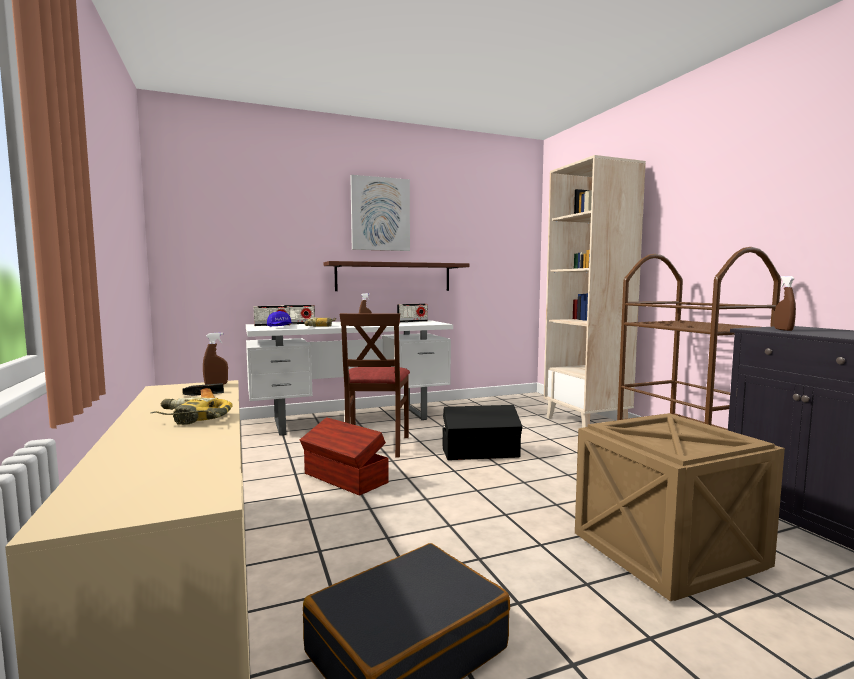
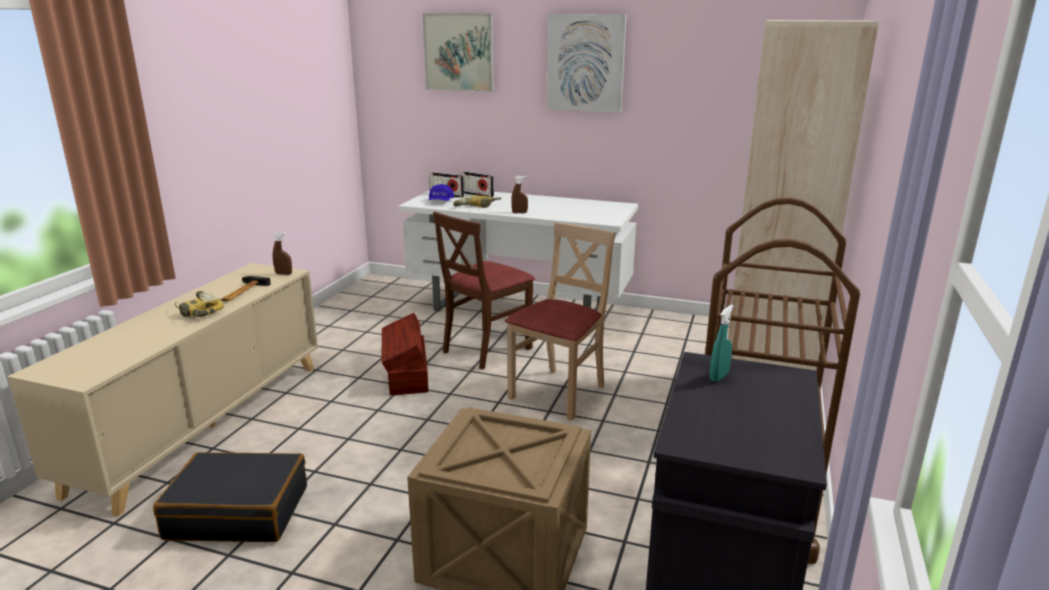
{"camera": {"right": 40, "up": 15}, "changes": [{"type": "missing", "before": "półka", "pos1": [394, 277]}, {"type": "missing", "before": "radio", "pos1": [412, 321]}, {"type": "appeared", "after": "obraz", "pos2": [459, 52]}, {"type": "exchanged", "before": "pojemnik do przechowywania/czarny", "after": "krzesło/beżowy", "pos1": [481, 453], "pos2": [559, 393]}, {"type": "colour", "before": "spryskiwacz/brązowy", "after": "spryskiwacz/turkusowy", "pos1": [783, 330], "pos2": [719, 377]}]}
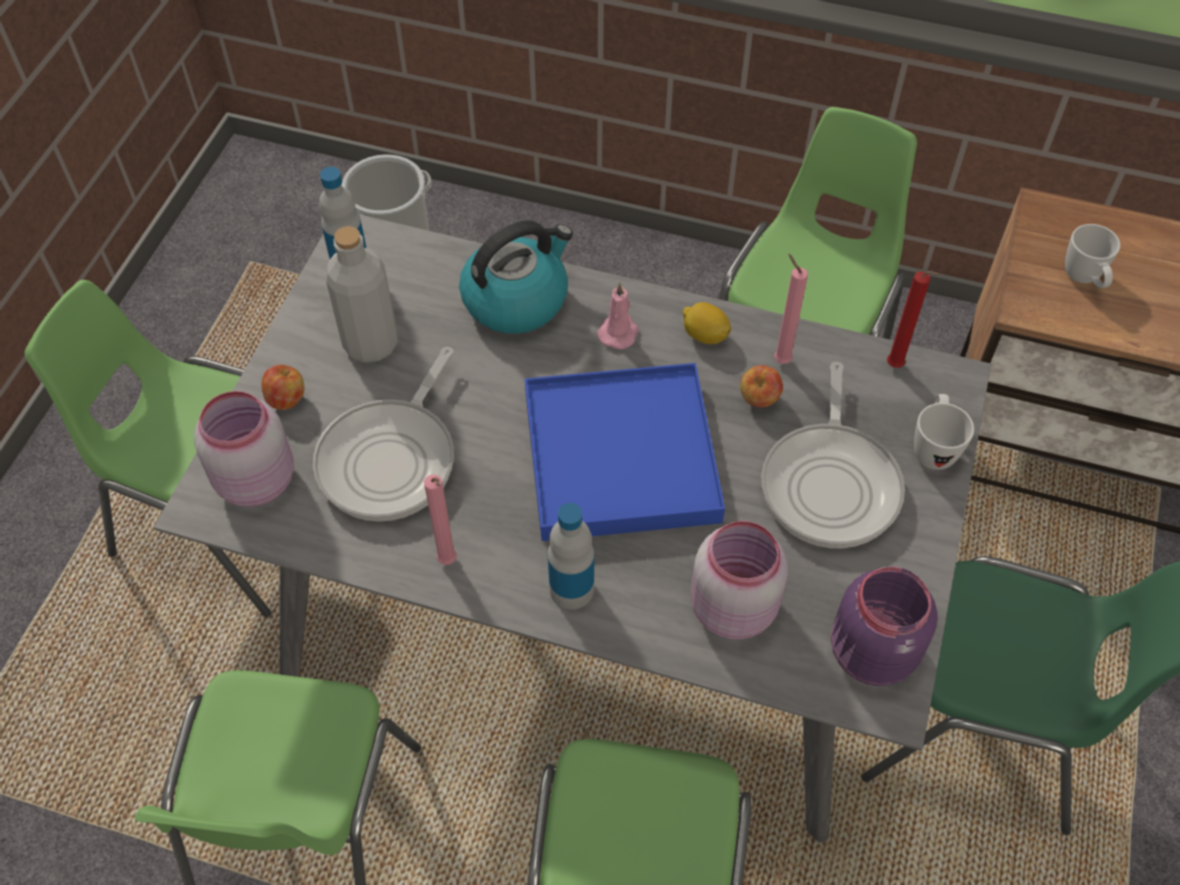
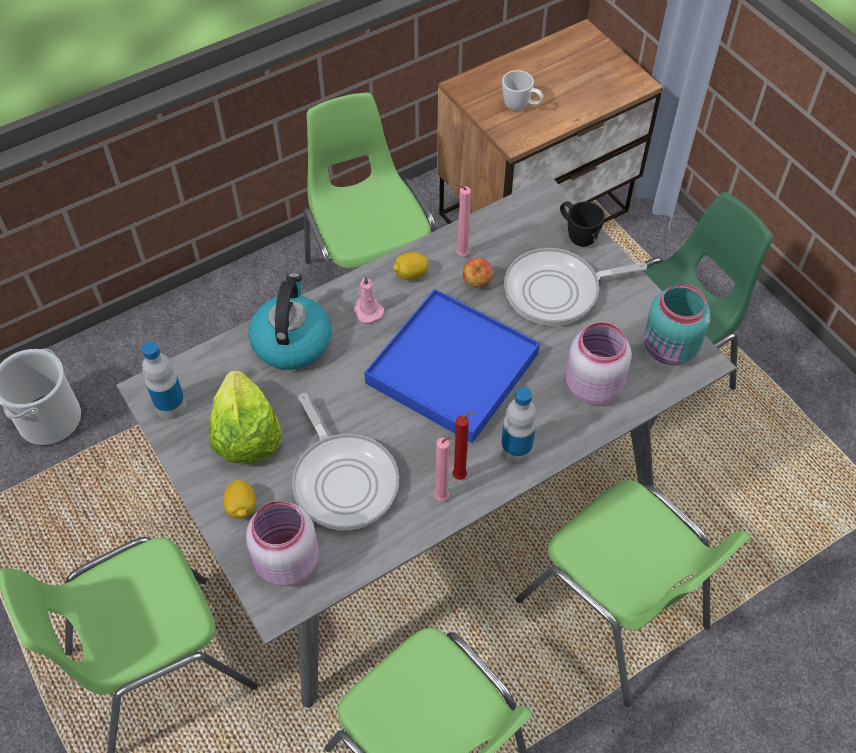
{"camera": {"right": -50, "up": 0}, "changes": [{"type": "relocated", "before": "świeca/czerwony", "pos1": [897, 367], "pos2": [462, 476]}, {"type": "exchanged", "before": "jabłko", "after": "cytryna", "pos1": [287, 399], "pos2": [241, 507]}, {"type": "exchanged", "before": "butelka/szary", "after": "sałata", "pos1": [371, 343], "pos2": [245, 435]}, {"type": "colour", "before": "słoik/fioletowy", "after": "słoik/turkusowy", "pos1": [870, 654], "pos2": [669, 349]}, {"type": "colour", "before": "kubek/biały", "after": "kubek/czarny", "pos1": [933, 447], "pos2": [577, 235]}, {"type": "spun", "before": "patelnia", "pos1": [831, 483], "pos2": [557, 291], "turn": 120}]}
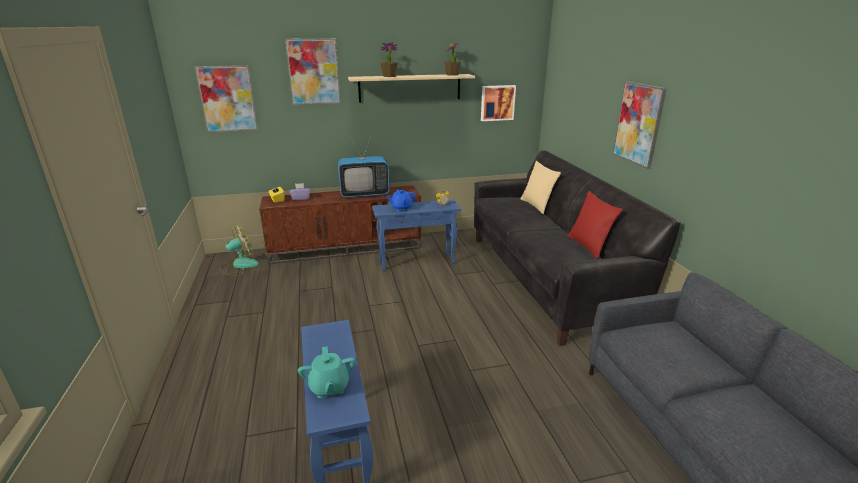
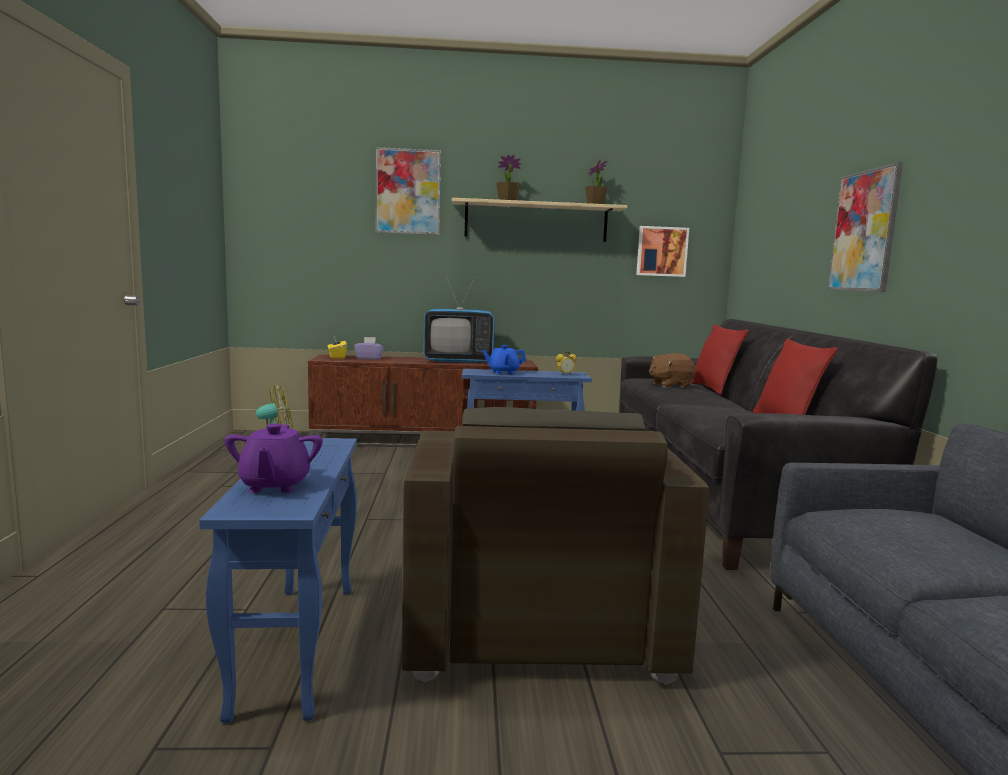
{"camera": {"right": 10, "up": -15}, "changes": [{"type": "missing", "before": "obraz", "pos1": [227, 99]}, {"type": "appeared", "after": "fotel/brązowy", "pos2": [534, 617]}, {"type": "appeared", "after": "pluszak/brązowy", "pos2": [670, 385]}, {"type": "colour", "before": "imbryk/turkusowy", "after": "imbryk/fioletowy", "pos1": [329, 387], "pos2": [274, 485]}, {"type": "colour", "before": "poduszka/beżowy", "after": "poduszka/czerwony", "pos1": [536, 206], "pos2": [713, 388]}]}
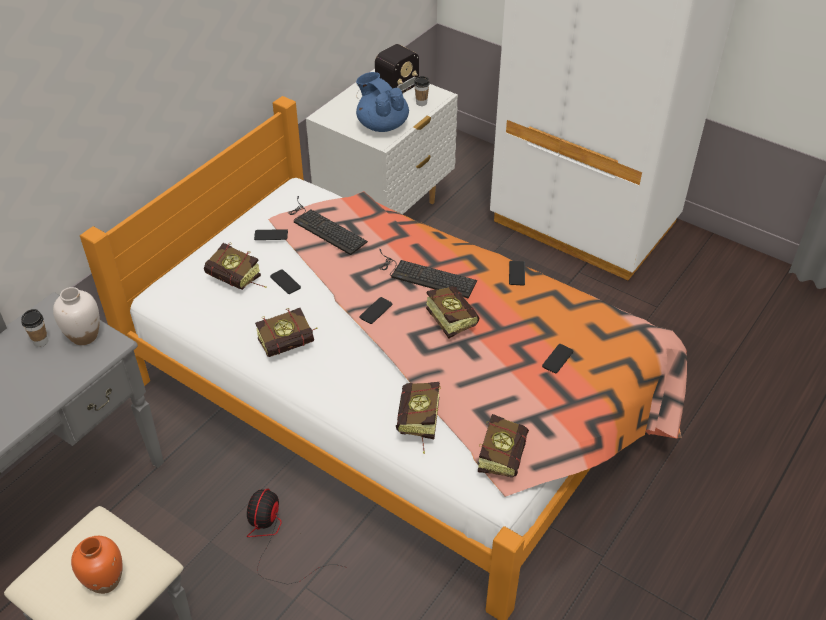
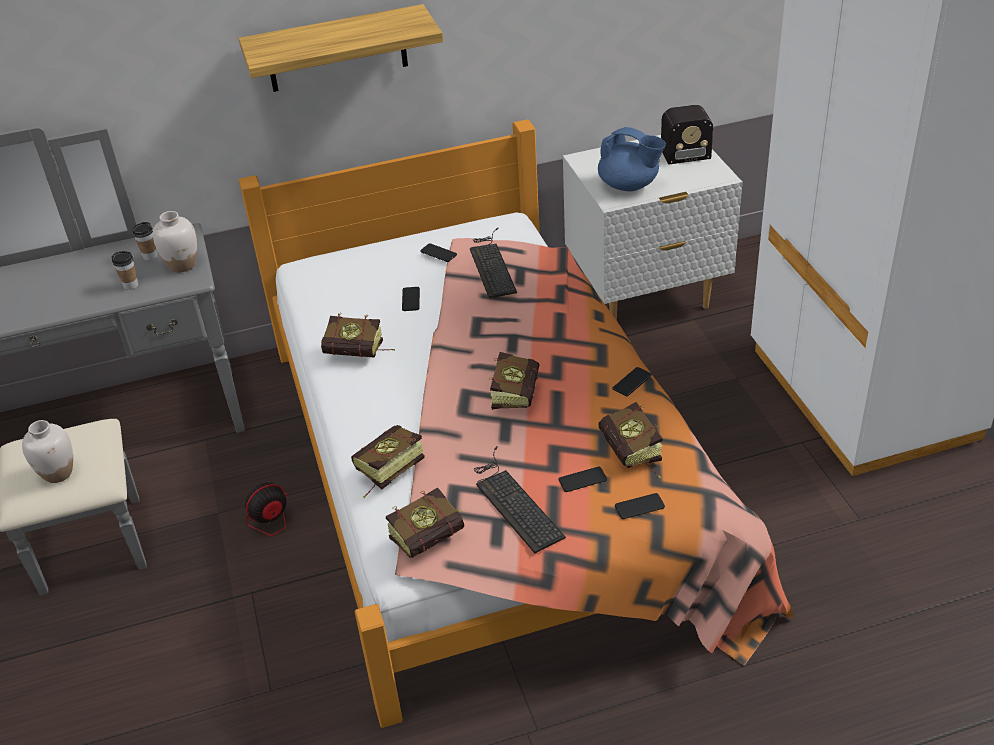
{"camera": {"right": 40, "up": -5}, "changes": [{"type": "appeared", "after": "półka", "pos2": [336, 49]}, {"type": "relocated", "before": "książka", "pos1": [238, 281], "pos2": [633, 456]}, {"type": "relocated", "before": "telefon", "pos1": [376, 311], "pos2": [639, 506]}, {"type": "relocated", "before": "klawiatura", "pos1": [424, 275], "pos2": [514, 501]}, {"type": "relocated", "before": "filiżanka", "pos1": [421, 103], "pos2": [131, 285]}, {"type": "colour", "before": "wazon/pomarańczowy", "after": "wazon/biały", "pos1": [105, 580], "pos2": [58, 473]}, {"type": "spun", "before": "imbryk/niebieski", "pos1": [382, 125], "pos2": [629, 185], "turn": 120}]}
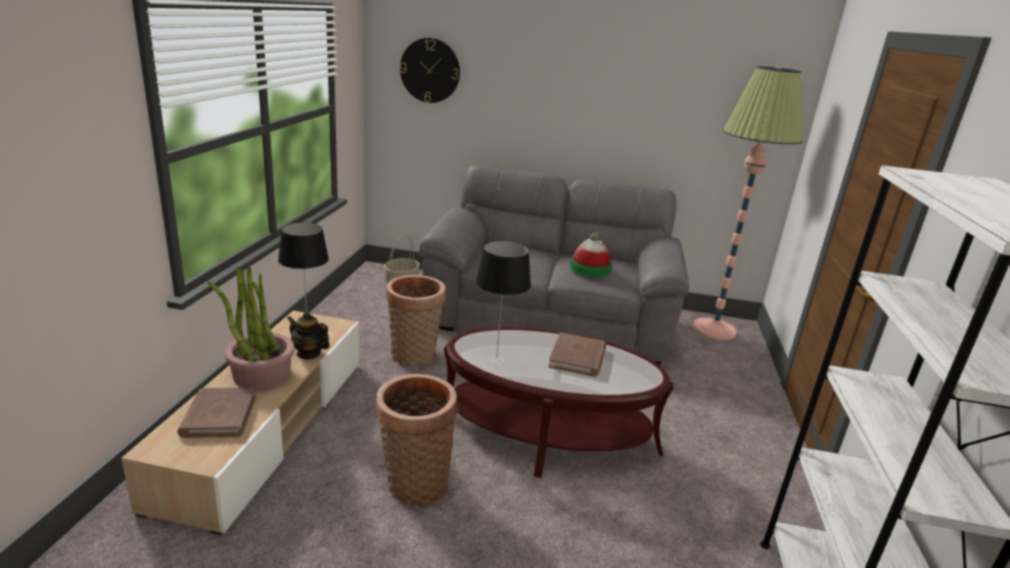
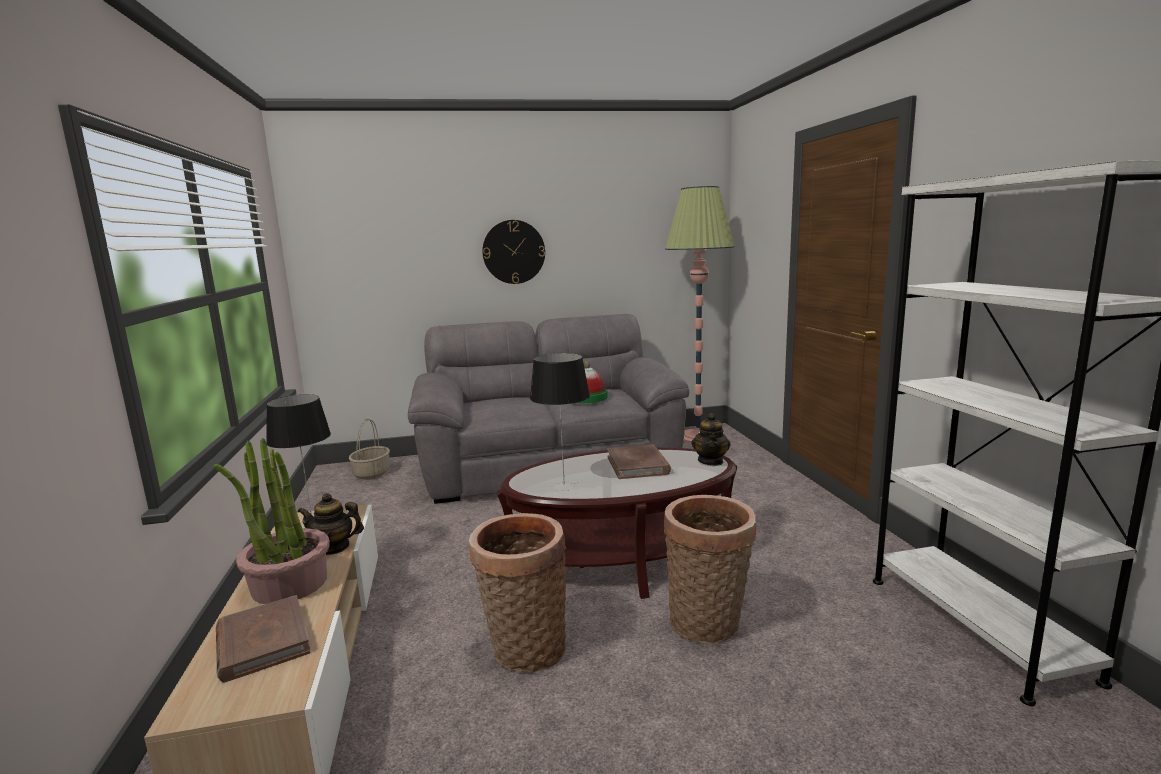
{"camera": {"right": -20, "up": -10}, "changes": [{"type": "appeared", "after": "imbryk", "pos2": [711, 461]}, {"type": "relocated", "before": "koszyk", "pos1": [414, 357], "pos2": [708, 625]}, {"type": "relocated", "before": "zegar ścienny", "pos1": [430, 70], "pos2": [513, 252]}]}
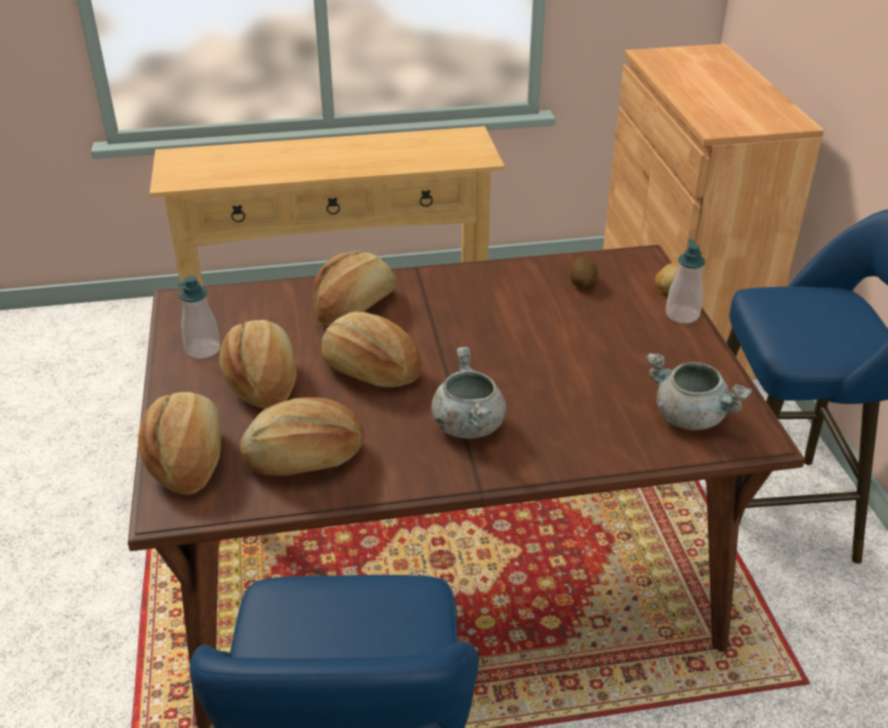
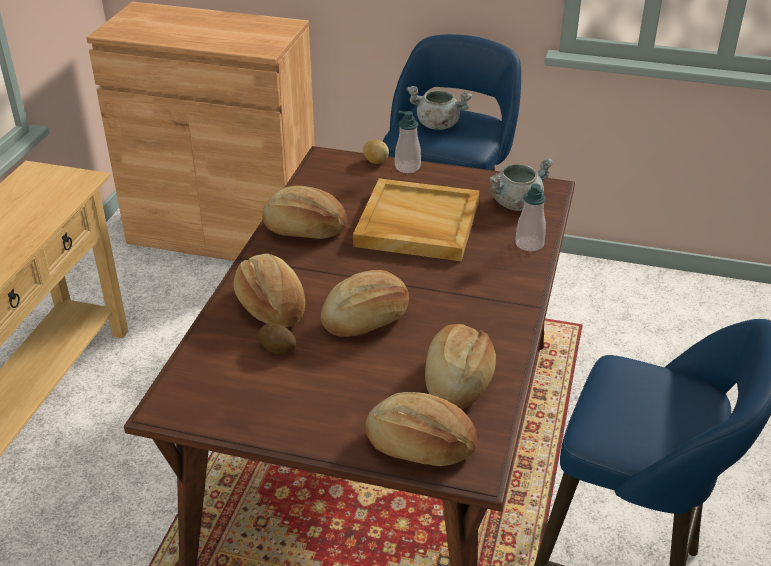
{"camera": {"right": -65, "up": 0}, "changes": [{"type": "appeared", "after": "taca/beżowy", "pos2": [416, 224]}, {"type": "relocated", "before": "dozownik mydła", "pos1": [203, 349], "pos2": [529, 244]}, {"type": "relocated", "before": "chleb", "pos1": [263, 381], "pos2": [304, 229]}, {"type": "relocated", "before": "garnek/szary", "pos1": [467, 425], "pos2": [437, 125]}, {"type": "relocated", "before": "ziemniak", "pos1": [583, 283], "pos2": [278, 348]}]}
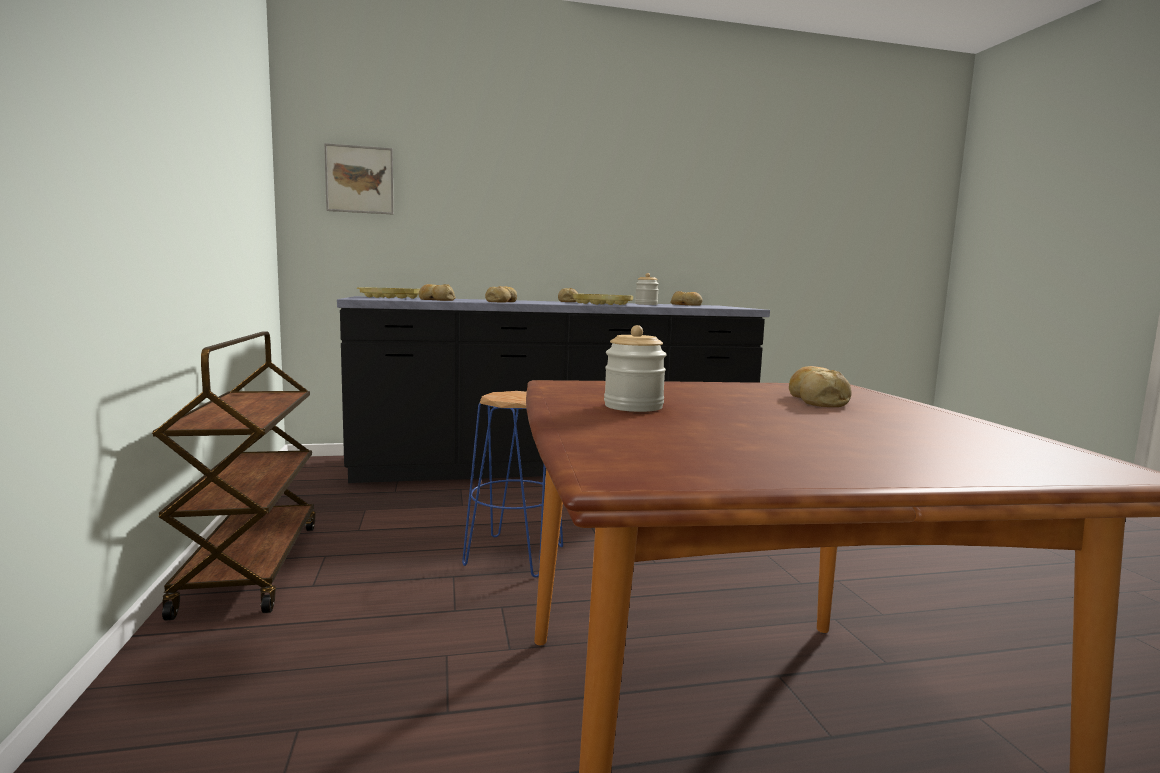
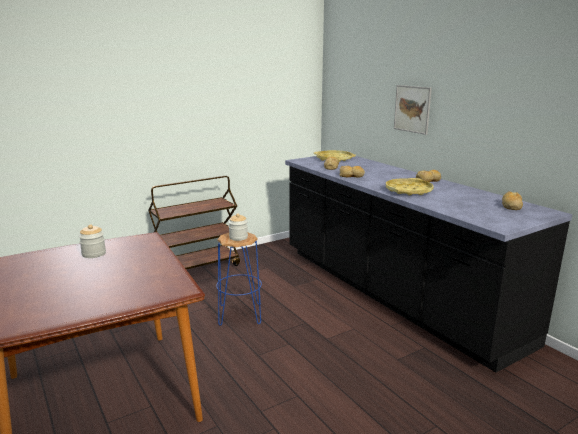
{"camera": {"right": 70, "up": 10}, "changes": [{"type": "missing", "before": "chleb", "pos1": [817, 400]}, {"type": "relocated", "before": "obraz", "pos1": [359, 179], "pos2": [412, 109]}, {"type": "relocated", "before": "słoik", "pos1": [646, 304], "pos2": [238, 237]}]}
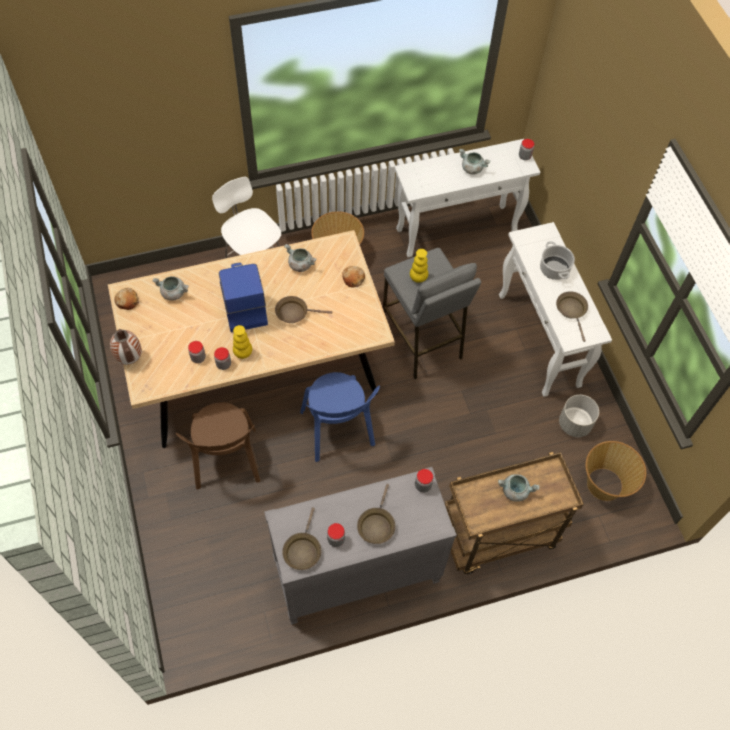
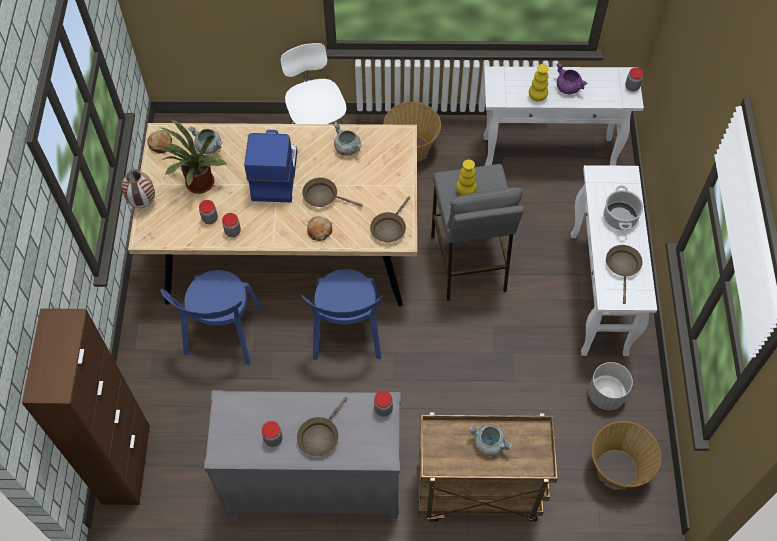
{"camera": {"right": 20, "up": 0}, "changes": [{"type": "appeared", "after": "szafka/brązowy", "pos2": [126, 464]}, {"type": "appeared", "after": "roślina doniczkowa", "pos2": [198, 185]}, {"type": "relocated", "before": "wazon/żółty", "pos1": [243, 353], "pos2": [537, 97]}, {"type": "relocated", "before": "patelnia/brązowy", "pos1": [302, 550], "pos2": [389, 228]}, {"type": "relocated", "before": "chleb", "pos1": [353, 278], "pos2": [319, 231]}, {"type": "colour", "before": "krzesło/brązowy", "after": "krzesło/niebieski", "pos1": [226, 462], "pos2": [223, 335]}, {"type": "colour", "before": "garnek/szary", "after": "garnek/fioletowy", "pos1": [472, 169], "pos2": [568, 87]}]}
